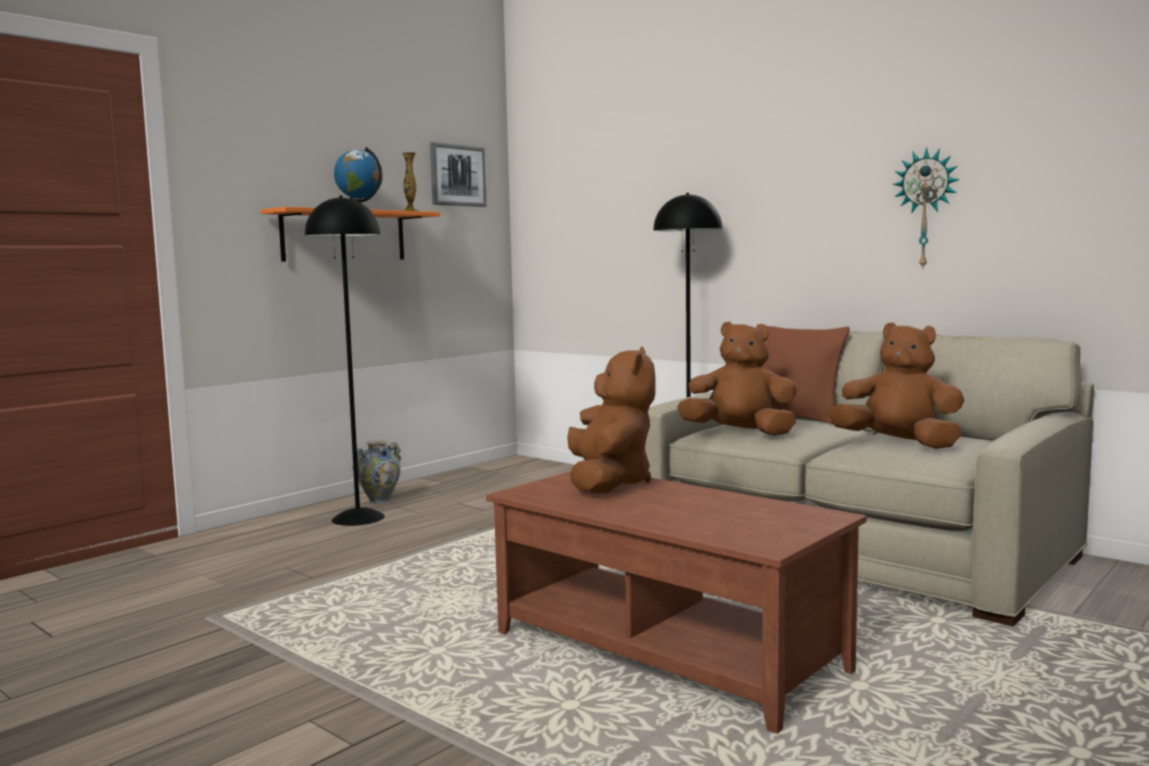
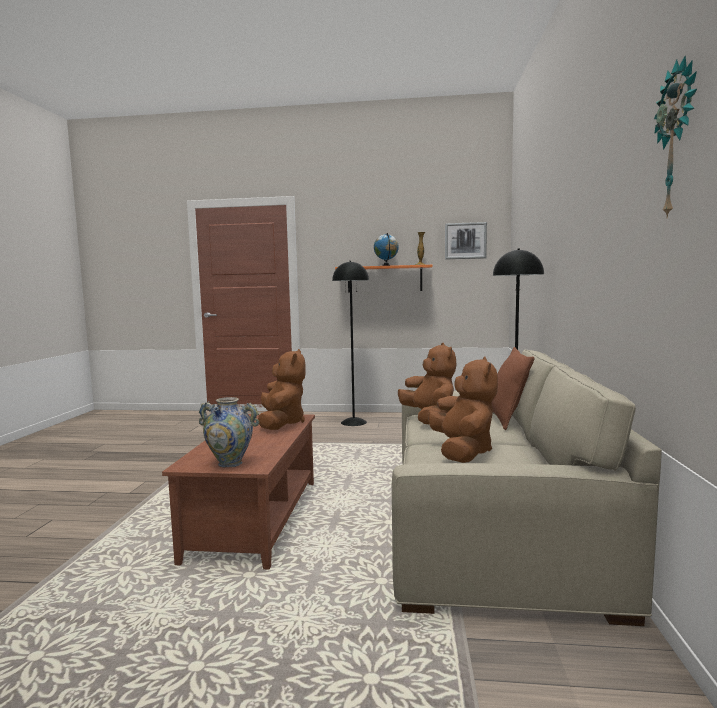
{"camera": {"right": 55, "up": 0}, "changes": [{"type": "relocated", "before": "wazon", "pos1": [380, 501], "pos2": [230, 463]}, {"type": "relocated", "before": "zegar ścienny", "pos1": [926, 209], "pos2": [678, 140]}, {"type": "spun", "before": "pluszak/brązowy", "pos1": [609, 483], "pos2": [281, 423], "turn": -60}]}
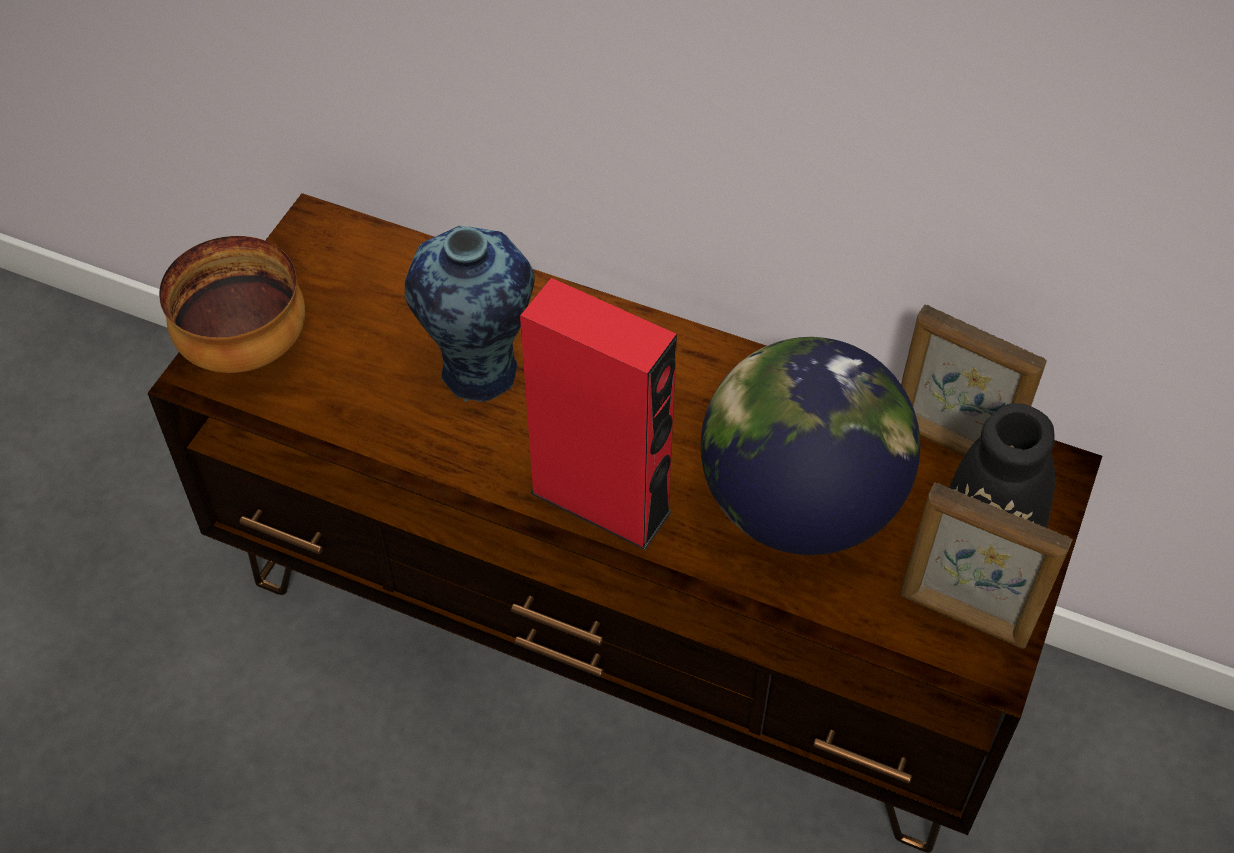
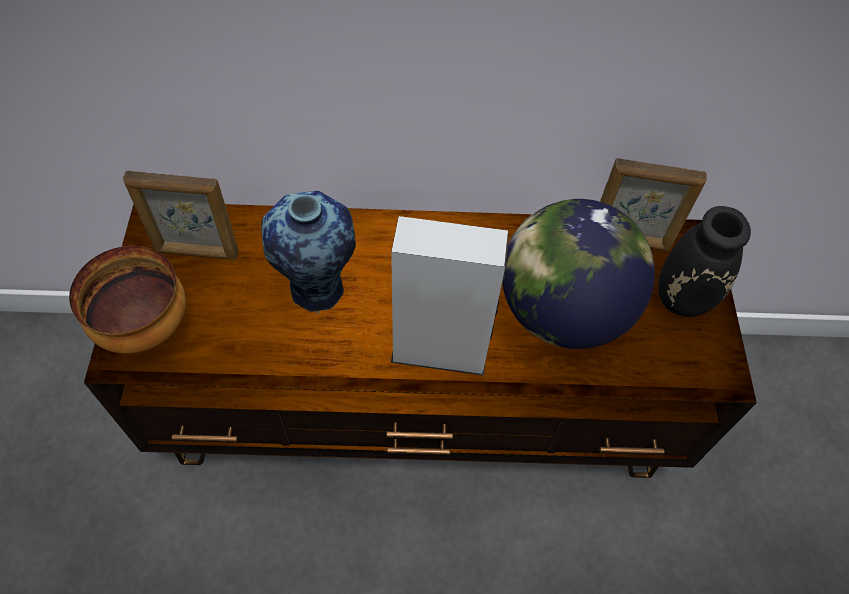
{"camera": {"right": -25, "up": 5}, "changes": [{"type": "relocated", "before": "ramka na zdjęcie", "pos1": [964, 616], "pos2": [197, 252]}, {"type": "colour", "before": "głośnik/czerwony", "after": "głośnik/szary", "pos1": [600, 502], "pos2": [439, 352]}]}
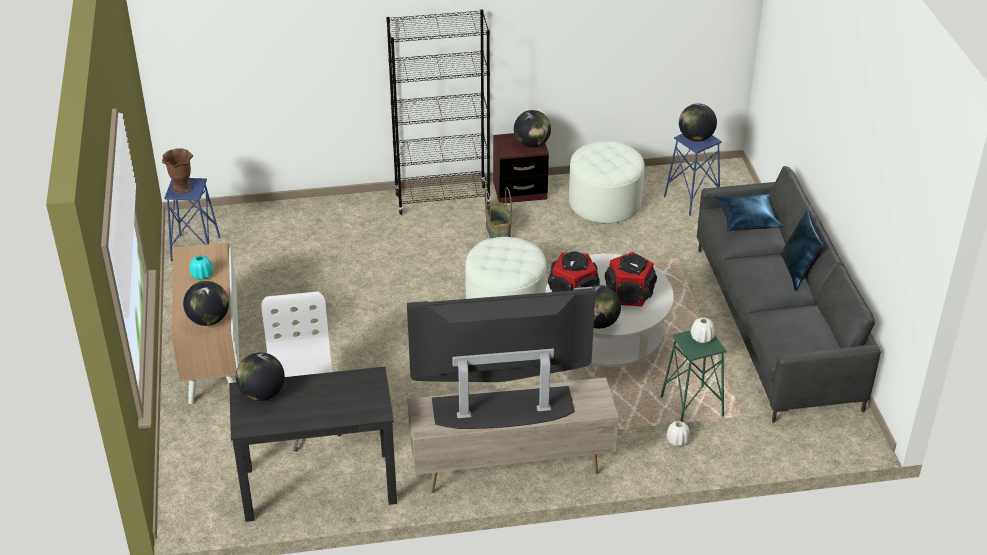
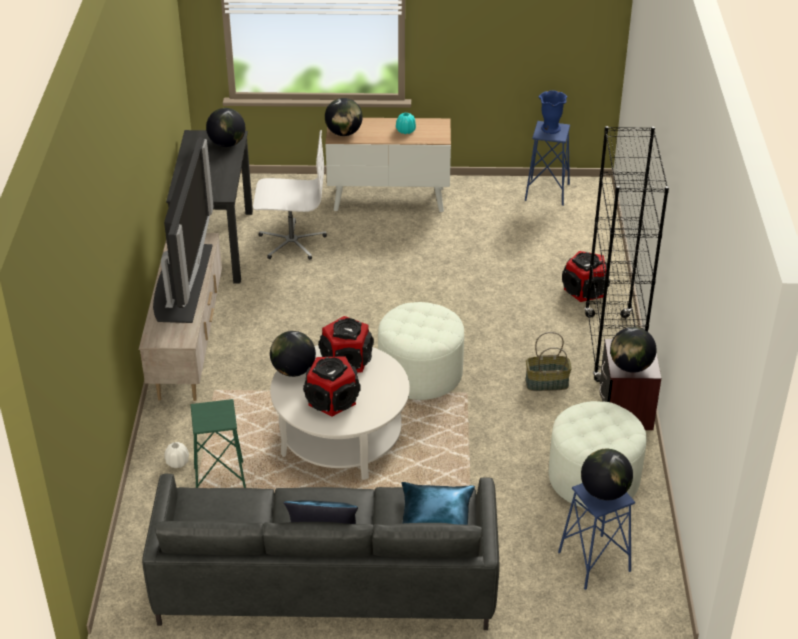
{"camera": {"right": 100, "up": 0}, "changes": [{"type": "missing", "before": "wazon/biały", "pos1": [702, 338]}, {"type": "appeared", "after": "głośnik", "pos2": [585, 290]}, {"type": "colour", "before": "wazon/brązowy", "after": "wazon/niebieski", "pos1": [182, 188], "pos2": [550, 128]}]}
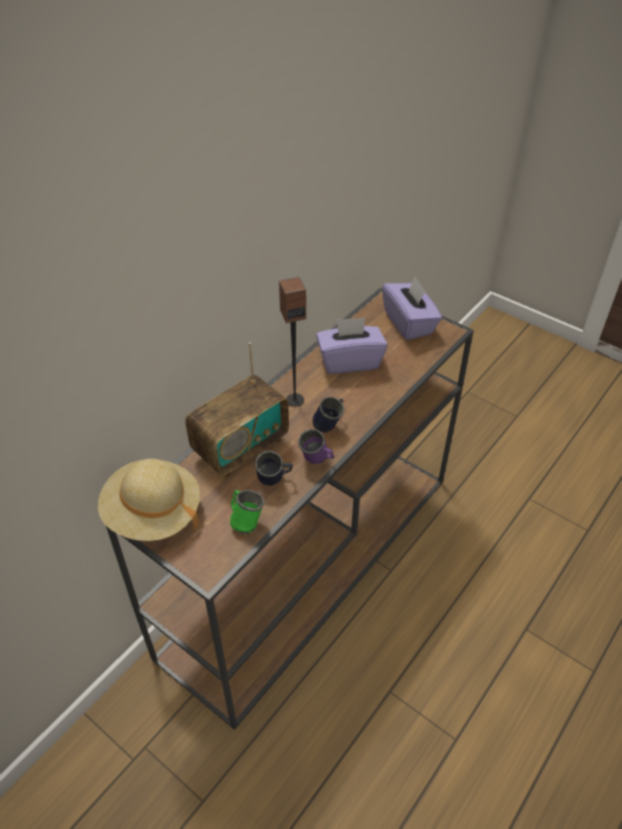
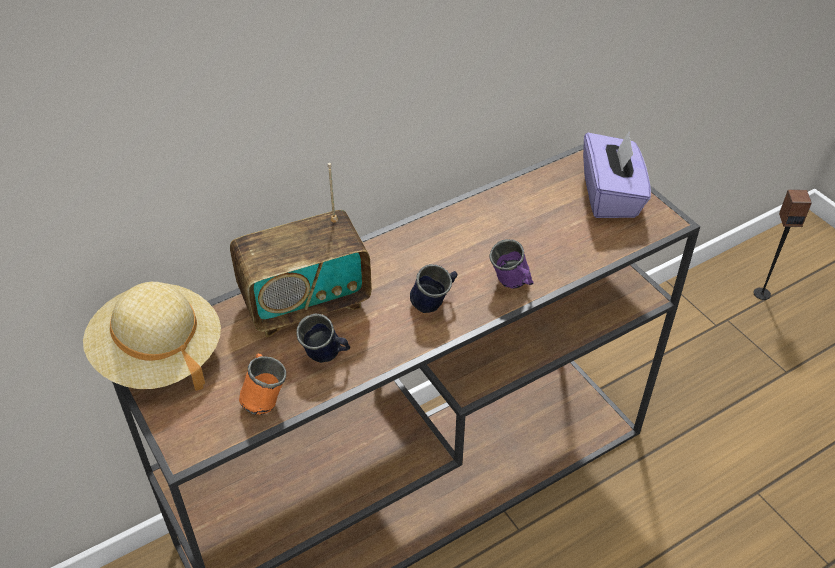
{"camera": {"right": 20, "up": 0}, "changes": [{"type": "missing", "before": "pudełko chusteczek/fioletowy", "pos1": [349, 361]}, {"type": "relocated", "before": "głośnik", "pos1": [294, 399], "pos2": [761, 293]}, {"type": "relocated", "before": "kubek/fioletowy", "pos1": [317, 461], "pos2": [512, 285]}, {"type": "colour", "before": "kubek/zielony", "after": "kubek/pomarańczowy", "pos1": [245, 520], "pos2": [264, 397]}]}
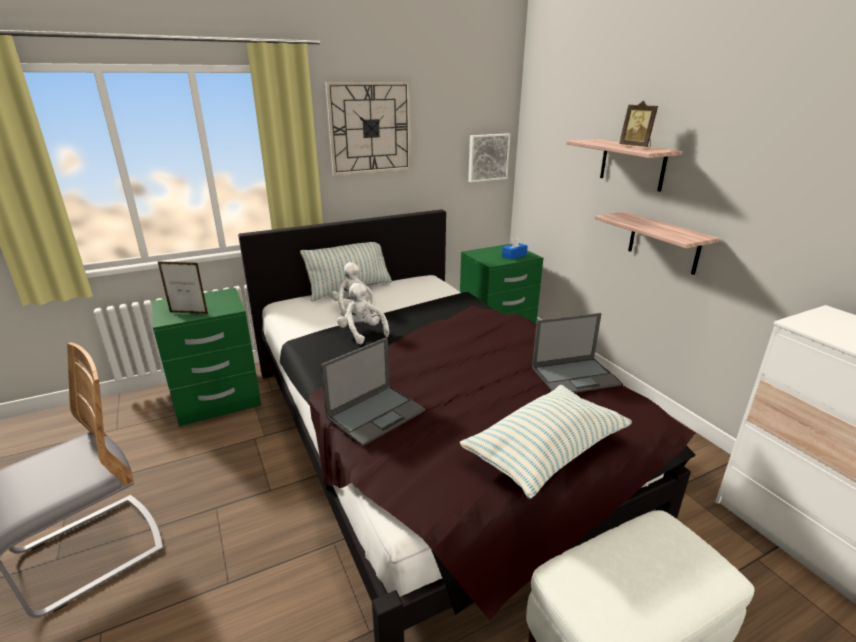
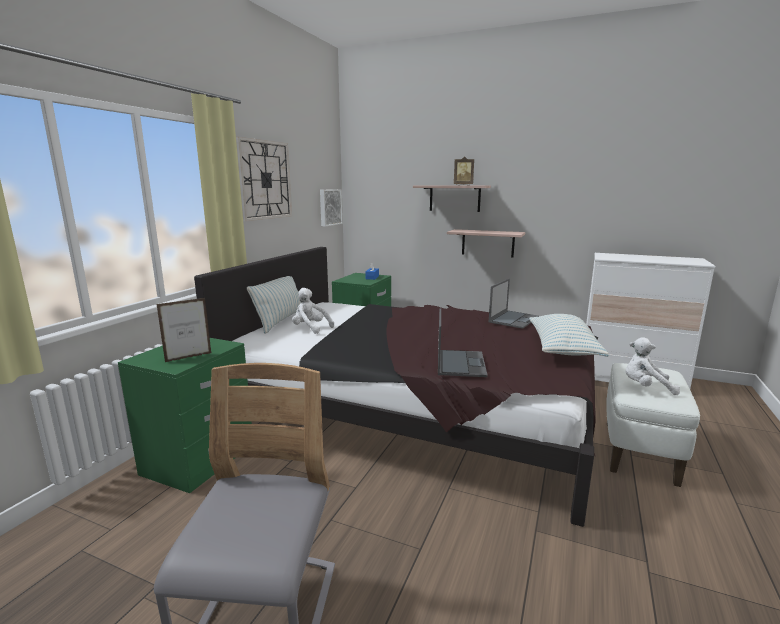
{"camera": {"right": -40, "up": -10}, "changes": [{"type": "relocated", "before": "pluszak/biały", "pos1": [362, 333], "pos2": [645, 387]}]}
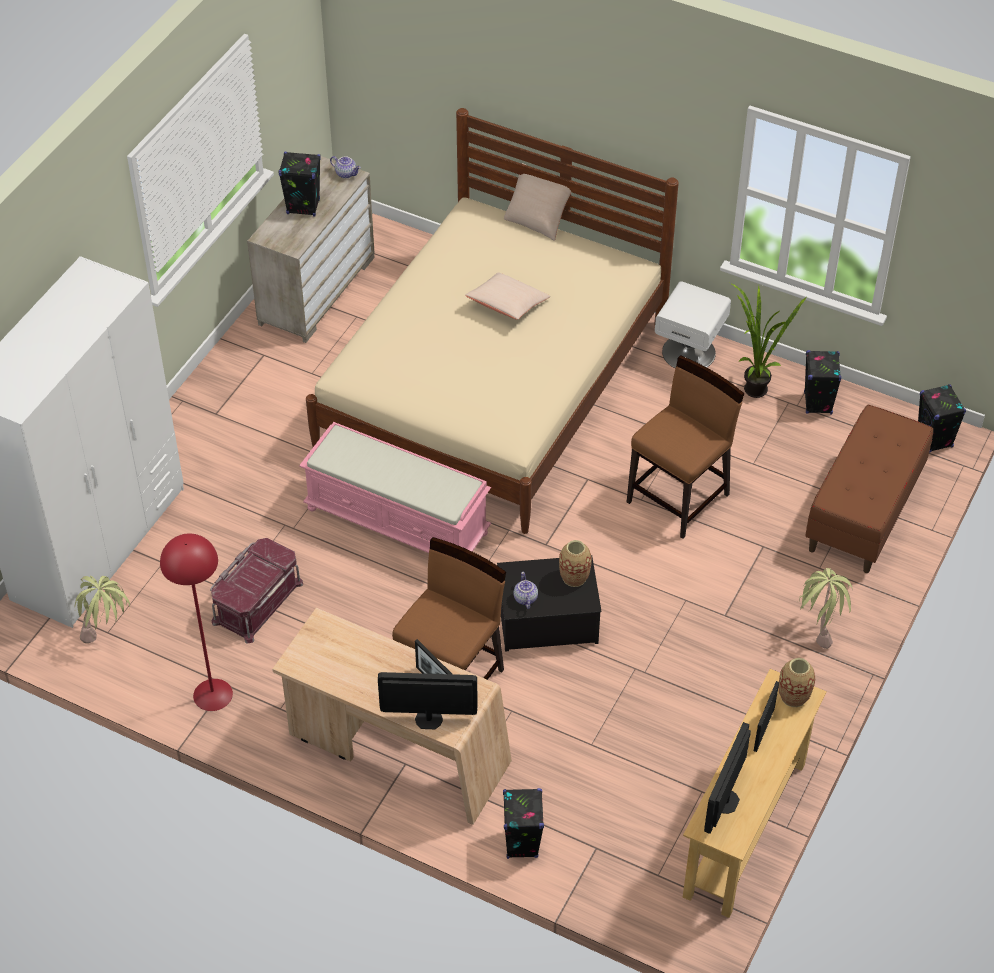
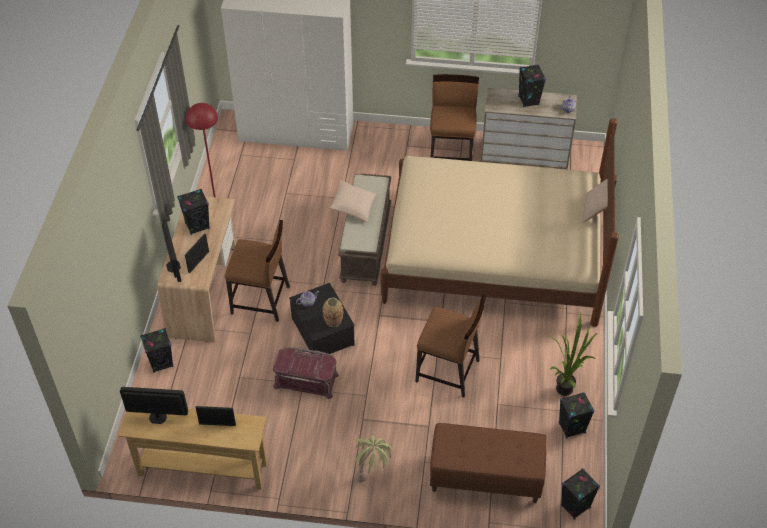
{"camera": {"right": 70, "up": 0}, "changes": [{"type": "missing", "before": "roślina doniczkowa", "pos1": [107, 635]}, {"type": "missing", "before": "szafka nocna/biały", "pos1": [689, 352]}, {"type": "missing", "before": "wazon", "pos1": [793, 696]}, {"type": "appeared", "after": "głośnik/czarny", "pos2": [197, 226]}, {"type": "appeared", "after": "krzesło/brązowy", "pos2": [451, 156]}, {"type": "relocated", "before": "pojemnik do przechowywania/czerwony", "pos1": [256, 601], "pos2": [306, 380]}, {"type": "relocated", "before": "poduszka/beżowy", "pos1": [507, 305], "pos2": [353, 206]}, {"type": "colour", "before": "ławka/różowy", "after": "ławka/brązowy", "pos1": [398, 520], "pos2": [366, 244]}]}
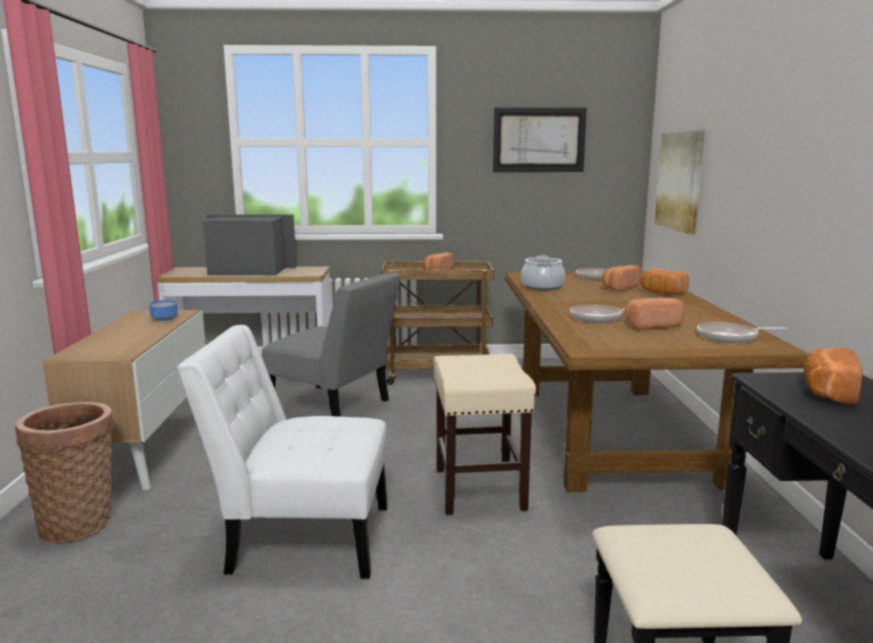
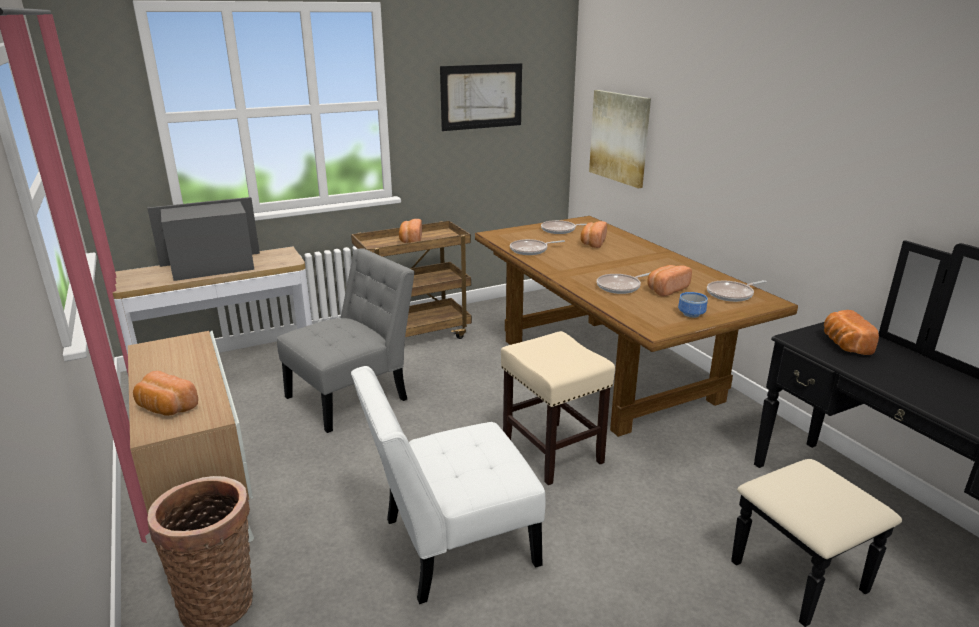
{"camera": {"right": -25, "up": 10}, "changes": [{"type": "relocated", "before": "miska", "pos1": [164, 320], "pos2": [692, 314]}, {"type": "relocated", "before": "chleb", "pos1": [661, 293], "pos2": [165, 408]}, {"type": "exchanged", "before": "garnek", "after": "patelnia", "pos1": [542, 286], "pos2": [531, 250]}, {"type": "spun", "before": "krzesło/szary", "pos1": [334, 408], "pos2": [353, 396], "turn": -45}]}
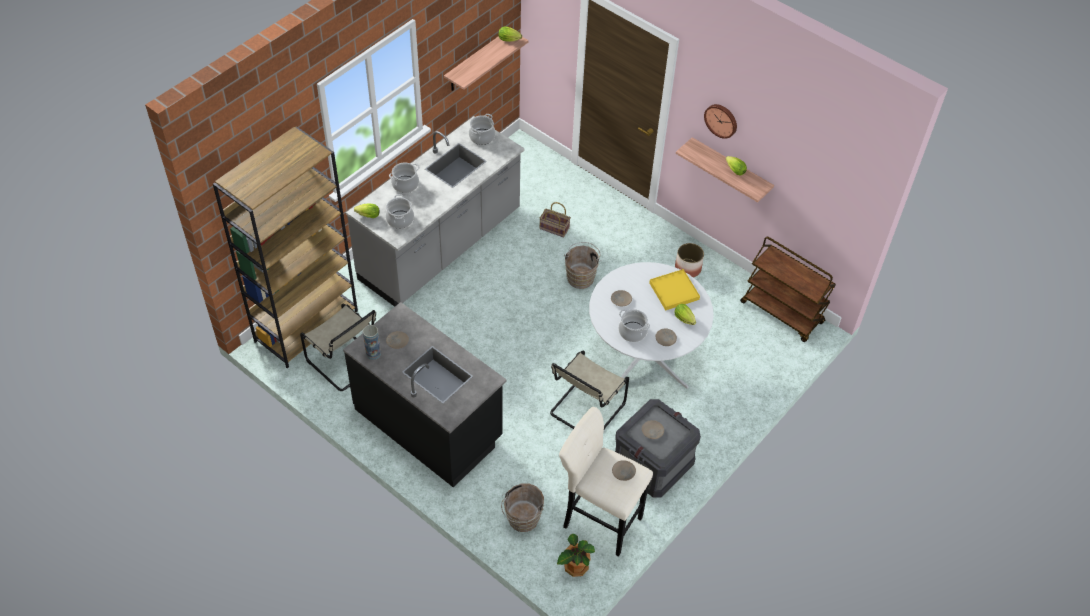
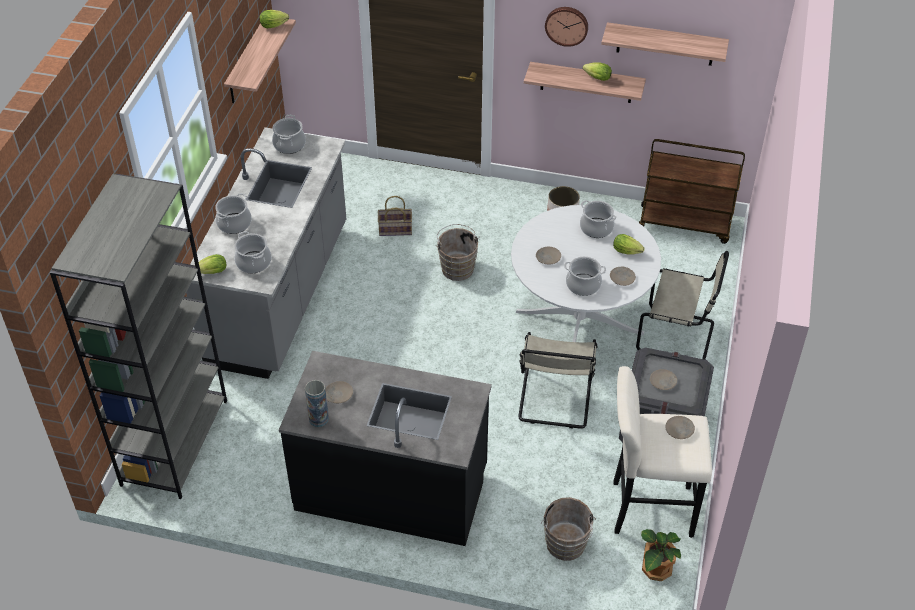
{"camera": {"right": -25, "up": -5}, "changes": [{"type": "appeared", "after": "półka", "pos2": [665, 44]}, {"type": "relocated", "before": "krzesło/beżowy", "pos1": [346, 363], "pos2": [678, 337]}, {"type": "exchanged", "before": "taca/żółty", "after": "garnek", "pos1": [674, 291], "pos2": [596, 228]}, {"type": "colour", "before": "regał/brązowy", "after": "regał/szary", "pos1": [306, 325], "pos2": [174, 441]}]}
